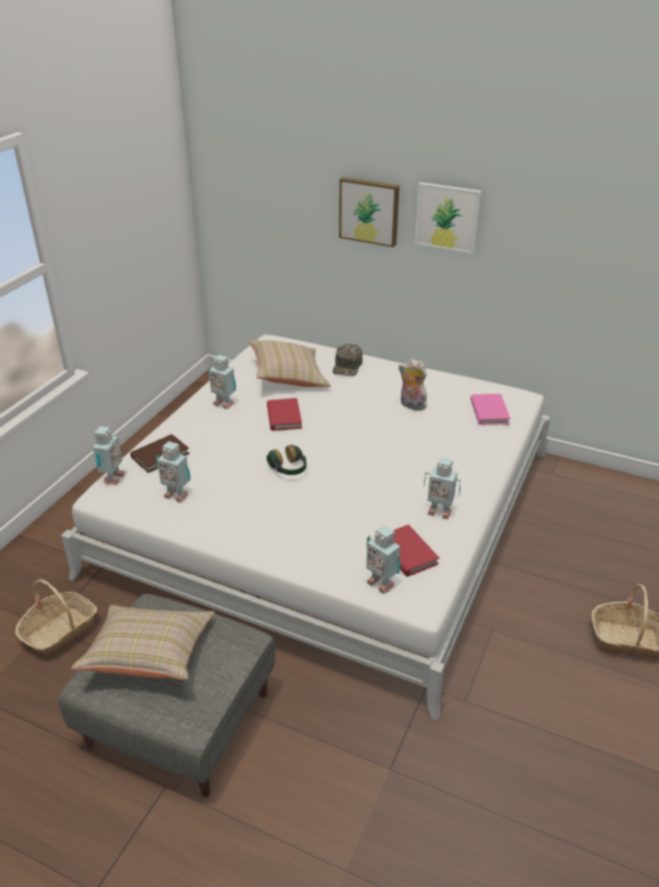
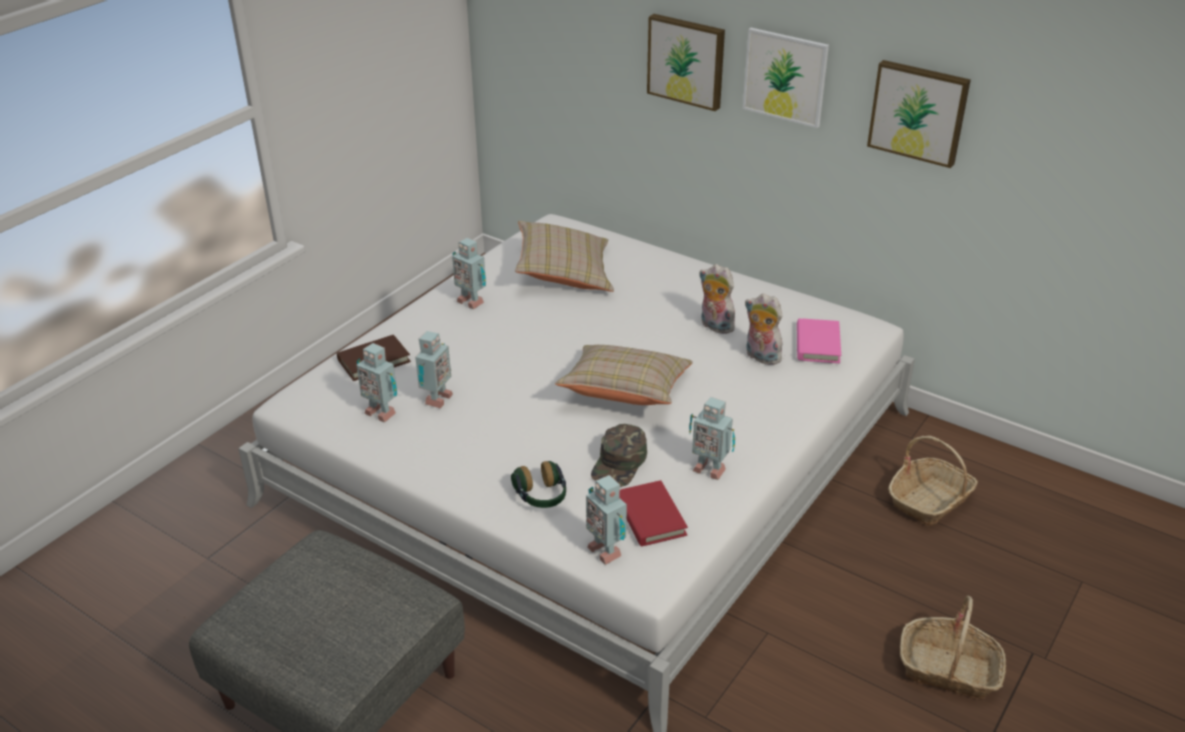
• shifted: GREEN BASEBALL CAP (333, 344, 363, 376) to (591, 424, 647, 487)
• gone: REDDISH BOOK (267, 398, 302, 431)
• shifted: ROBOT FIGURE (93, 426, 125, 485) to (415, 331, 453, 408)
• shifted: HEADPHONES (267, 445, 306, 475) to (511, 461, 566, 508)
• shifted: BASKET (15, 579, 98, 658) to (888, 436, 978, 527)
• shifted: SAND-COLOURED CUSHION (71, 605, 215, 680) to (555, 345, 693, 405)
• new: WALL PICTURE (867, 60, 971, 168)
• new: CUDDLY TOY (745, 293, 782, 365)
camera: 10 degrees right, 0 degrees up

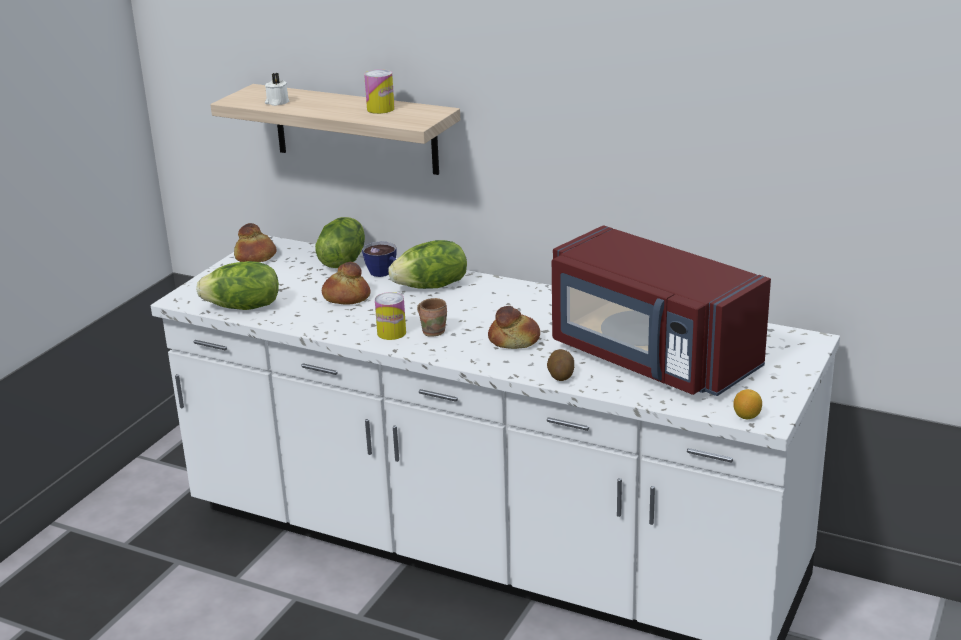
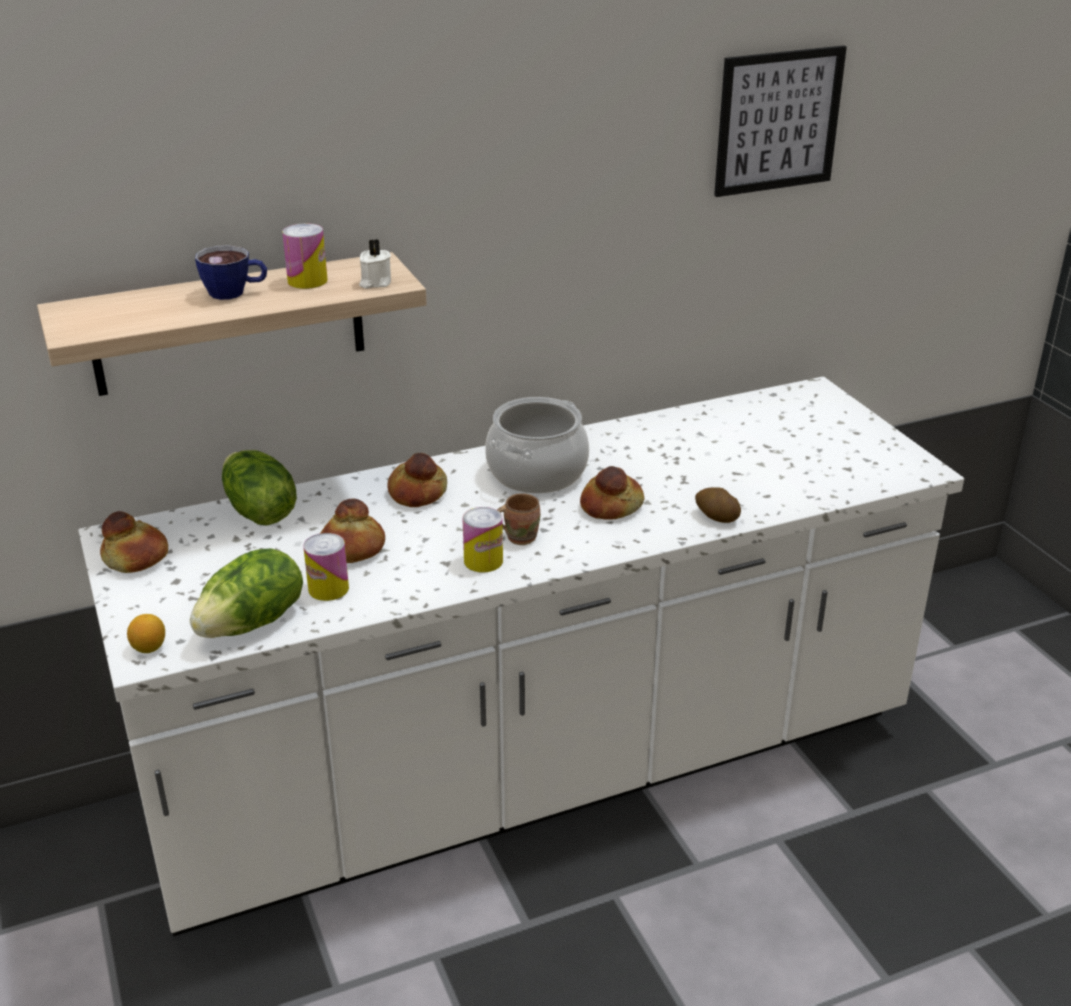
• shifted: WHITE CANDLE (265, 73, 289, 106) to (359, 239, 391, 289)
• gone: REDDISH KITCHEN MICROWAVE (552, 225, 771, 396)
• swapped: LETTUCE (388, 240, 467, 289) to BREAD (387, 453, 448, 507)
• shifted: CUP (362, 241, 397, 277) to (195, 245, 267, 300)
• shifted: LEMON (733, 389, 762, 419) to (127, 614, 165, 653)
• new: WALL PICTURE (714, 45, 847, 197)
• new: SAUCEPOT (485, 397, 589, 494)
• new: CAN (303, 533, 349, 601)
camera: 50 degrees left, 5 degrees up

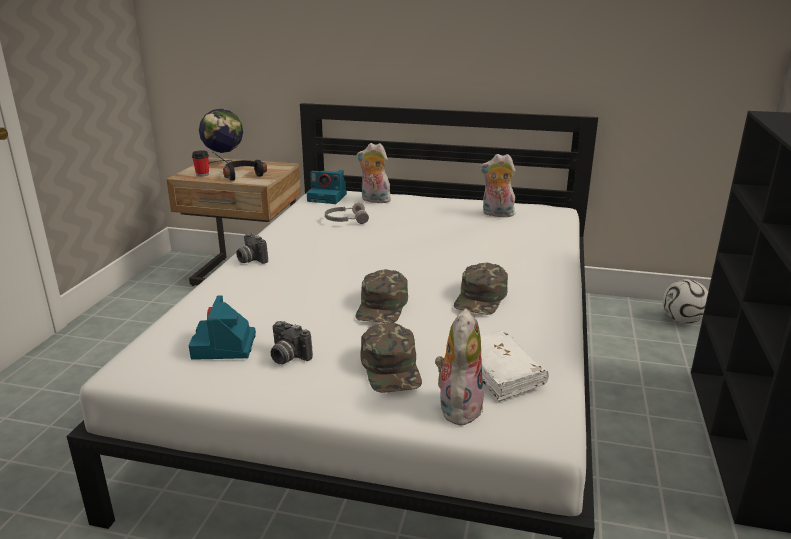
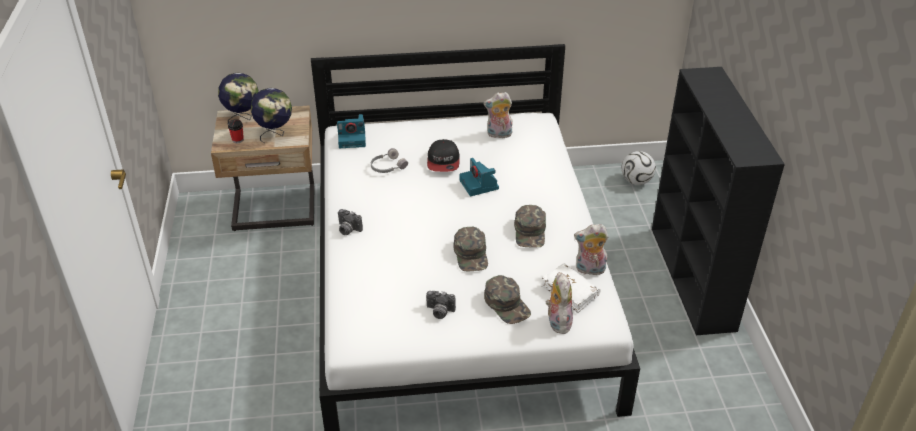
• shifted: CUDDLY TOY (357, 143, 391, 203) to (574, 224, 609, 275)
• swapped: BLACK HEADPHONES (223, 160, 267, 181) to WORLD GLOBE (251, 88, 292, 143)
• shifted: PHOTO CAMERA (189, 295, 256, 360) to (460, 158, 499, 196)
• new: BASEBALL CAP (427, 139, 460, 172)
camera: 20 degrees left, 15 degrees up

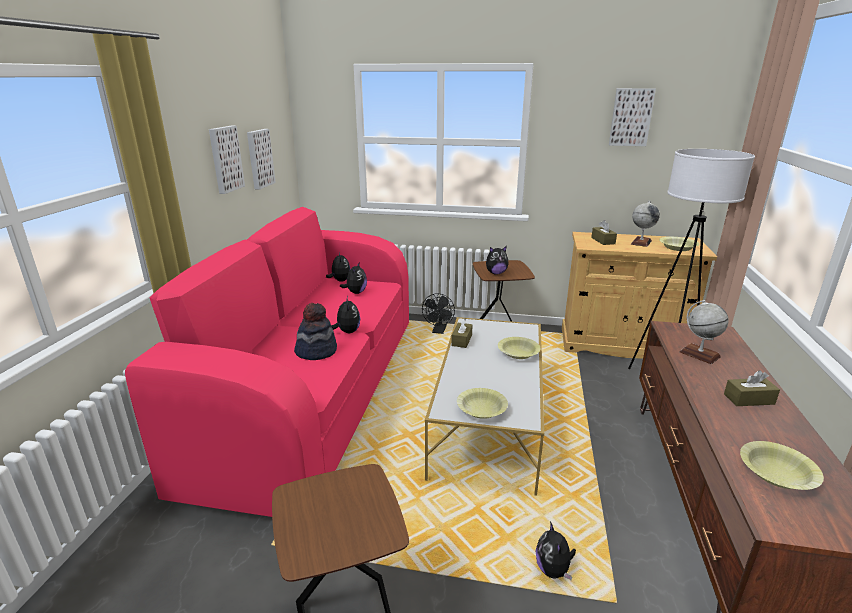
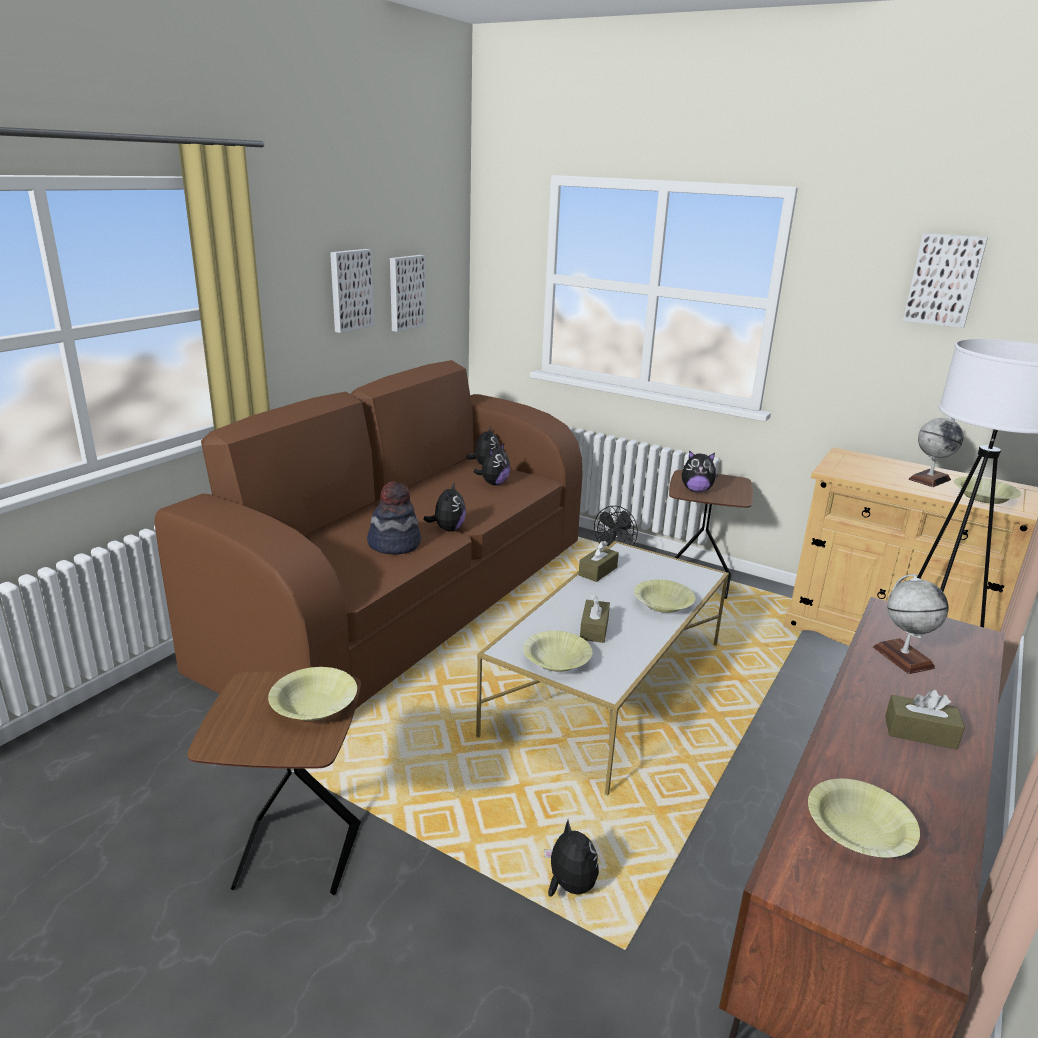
• repainted: PINKISH COUCH (125, 207, 409, 517) to BROWN-COLOURED COUCH (154, 360, 583, 708)
• shifted: BROWN-COLOURED TISSUE BOX (591, 220, 617, 245) to (580, 594, 610, 643)
• rotated: CUDDLY TOY (535, 521, 576, 580) = (544, 820, 599, 897) 135 degrees clockwise
• new: YELLOWISH DEEP DISH (268, 667, 357, 721)
camera: 20 degrees right, 0 degrees up

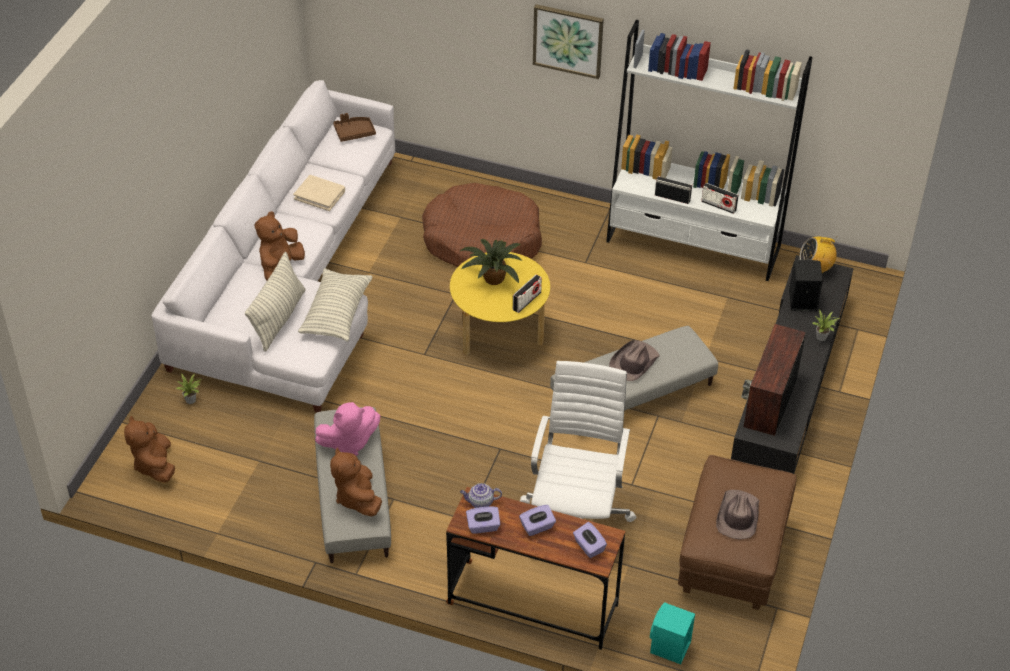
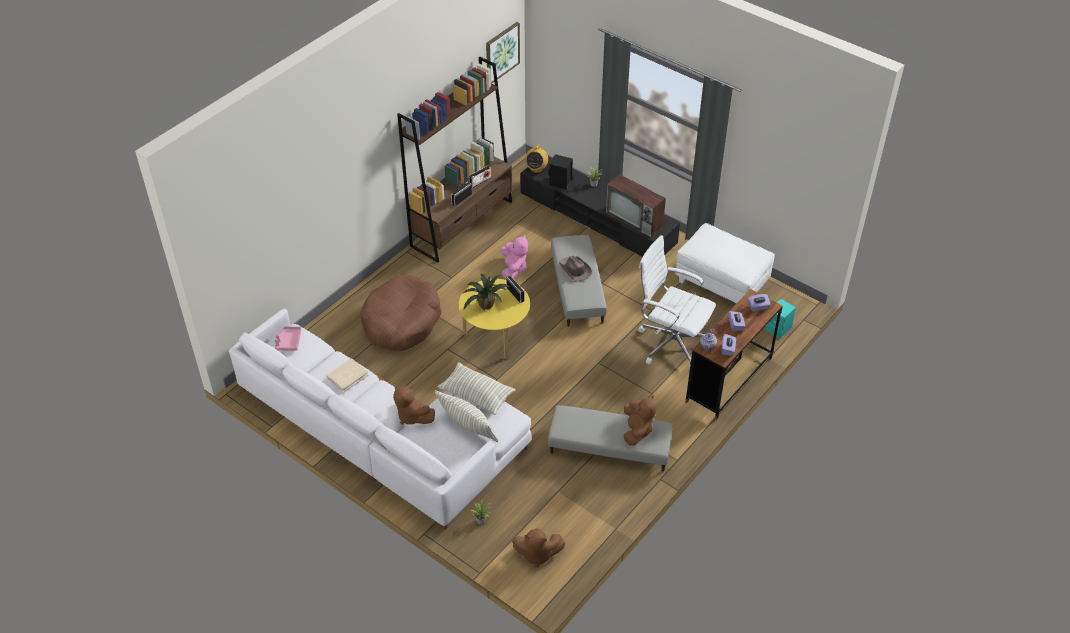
• shifted: WALL PICTURE (533, 4, 604, 79) to (486, 22, 520, 84)
• repainted: WHITE SHELVING UNIT (606, 20, 813, 281) to BROWN-COLOURED SHELVING UNIT (397, 57, 512, 263)
• repainted: BROWN-COLOURED TRAY (333, 113, 376, 142) to PINKISH TRAY (275, 327, 302, 351)
• shifted: PINKISH CUDDLY TOY (315, 402, 380, 456) to (501, 234, 528, 279)
• rotated: BROWN-COLOURED CUDDLY TOY (330, 447, 382, 517) = (623, 395, 656, 446) 90 degrees counterclockwise
• repainted: BROWN-COLOURED FOOTREST (678, 455, 797, 610) to WHITE FOOTREST (676, 223, 775, 303)
• gone: BROWN-COLOURED WEARABLE HAT (716, 490, 759, 539)
camera: 70 degrees left, 0 degrees up

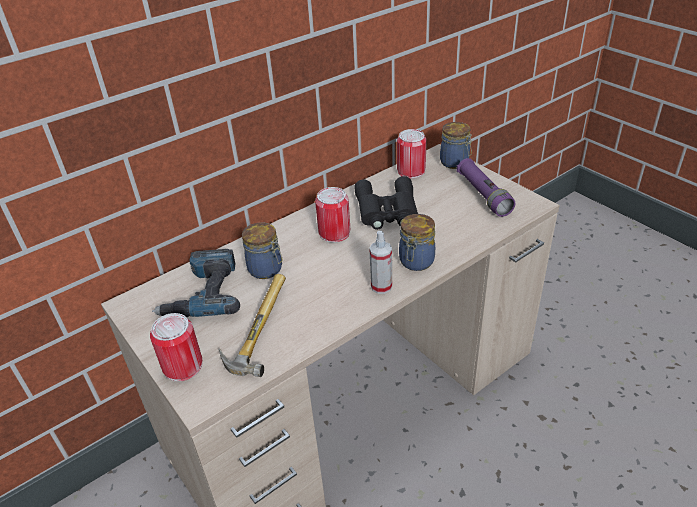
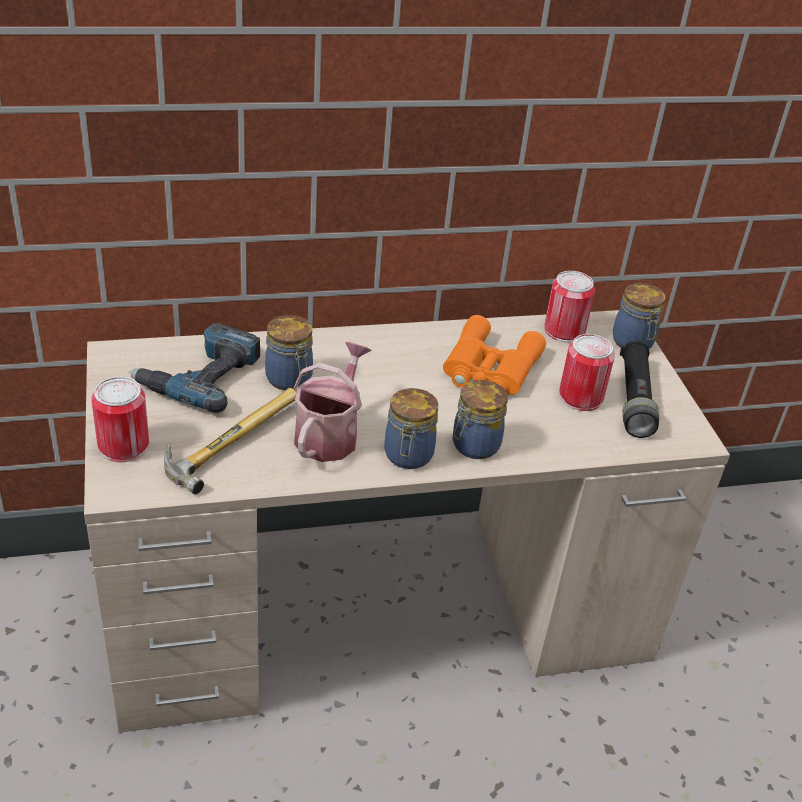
• repainted: PURPLE-COLOURED HAND TORCH (456, 158, 516, 217) to BLACK HAND TORCH (620, 340, 659, 438)
• repainted: BLACK PAIR OF BINOCULARS (354, 176, 418, 230) to ORANGE-COLOURED PAIR OF BINOCULARS (443, 315, 546, 395)
• shifted: CAN (315, 187, 350, 243) to (559, 334, 615, 411)
• swapped: SPRAYER (369, 231, 392, 294) to STORAGE JAR (384, 388, 438, 469)
• new: WATERING CAN (294, 342, 372, 462)
camera: 20 degrees right, 0 degrees up

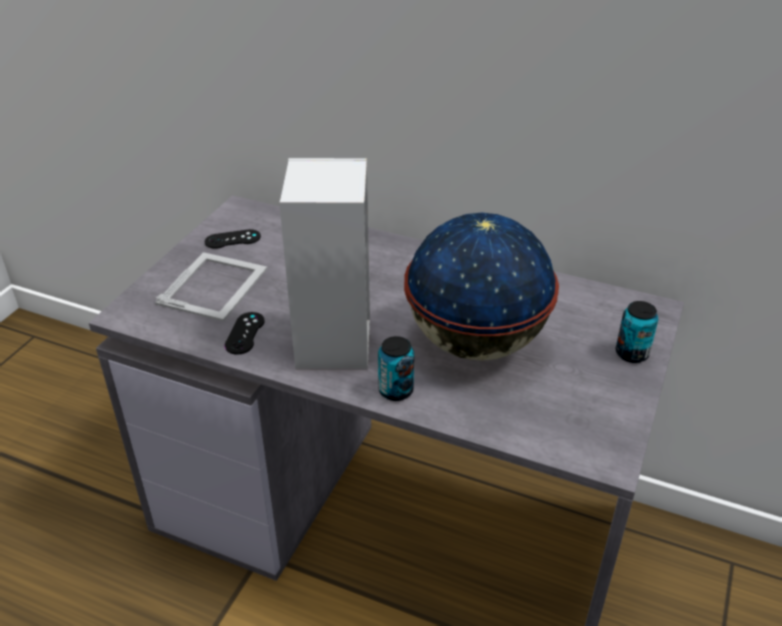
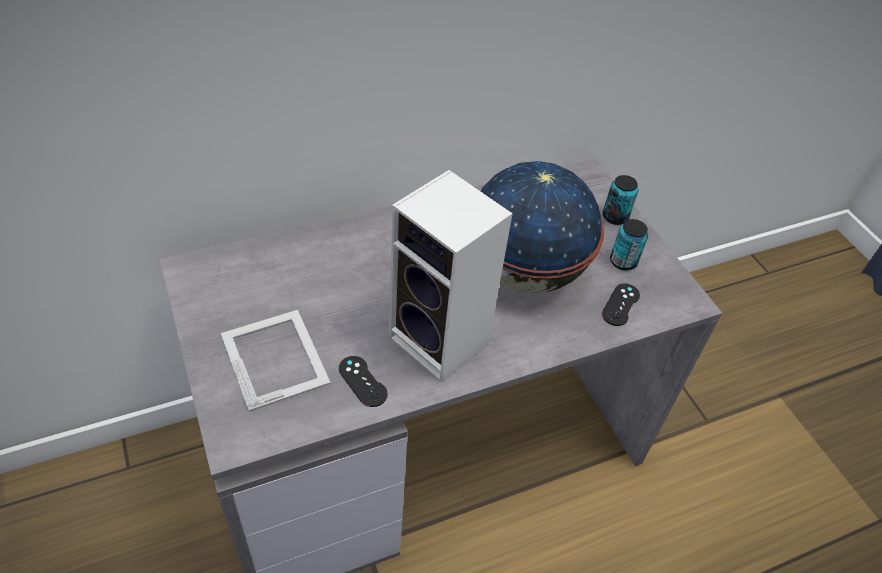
• shifted: BLACK GAME CONTROLLER (205, 229, 261, 249) to (602, 283, 640, 326)
• shifted: CAN (378, 336, 414, 401) to (610, 219, 648, 271)
camera: 50 degrees left, 10 degrees up

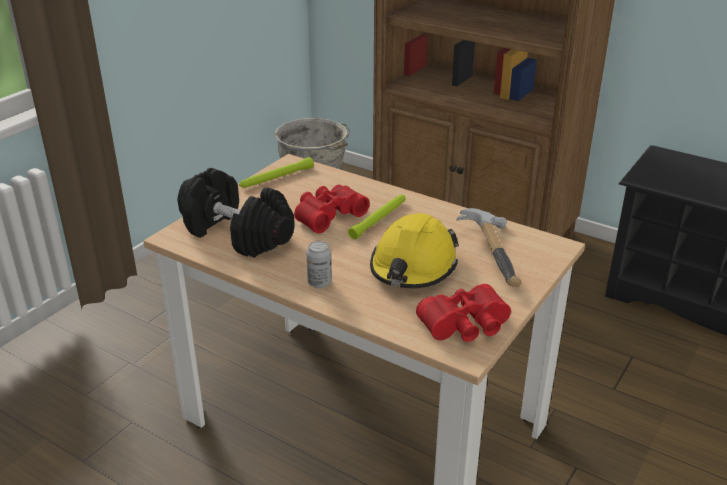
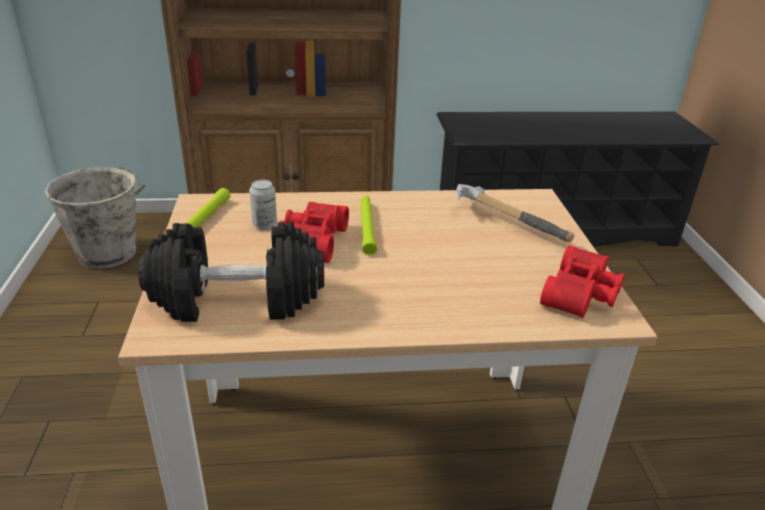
• gone: YELLOWISH WORK HELMET (370, 213, 459, 288)
• shifted: CAN (306, 241, 332, 288) to (249, 180, 277, 230)
camera: 40 degrees left, 0 degrees up

